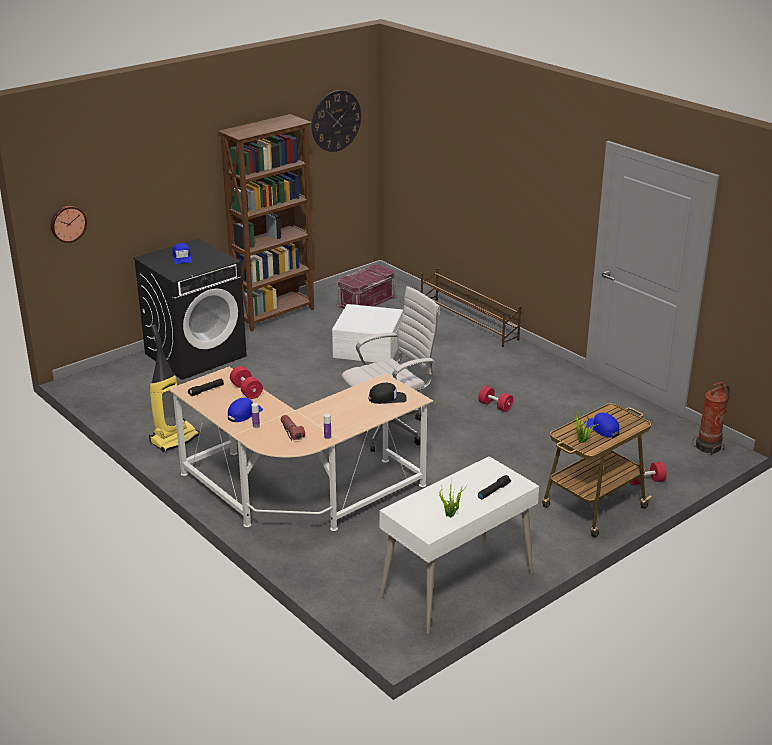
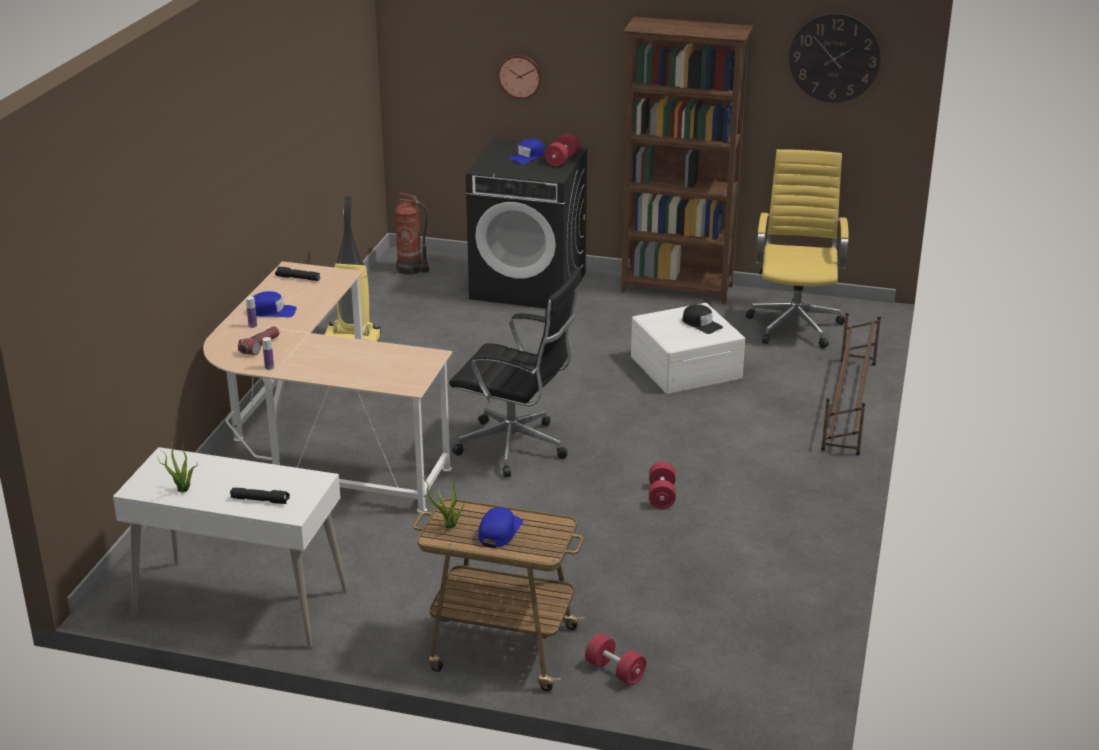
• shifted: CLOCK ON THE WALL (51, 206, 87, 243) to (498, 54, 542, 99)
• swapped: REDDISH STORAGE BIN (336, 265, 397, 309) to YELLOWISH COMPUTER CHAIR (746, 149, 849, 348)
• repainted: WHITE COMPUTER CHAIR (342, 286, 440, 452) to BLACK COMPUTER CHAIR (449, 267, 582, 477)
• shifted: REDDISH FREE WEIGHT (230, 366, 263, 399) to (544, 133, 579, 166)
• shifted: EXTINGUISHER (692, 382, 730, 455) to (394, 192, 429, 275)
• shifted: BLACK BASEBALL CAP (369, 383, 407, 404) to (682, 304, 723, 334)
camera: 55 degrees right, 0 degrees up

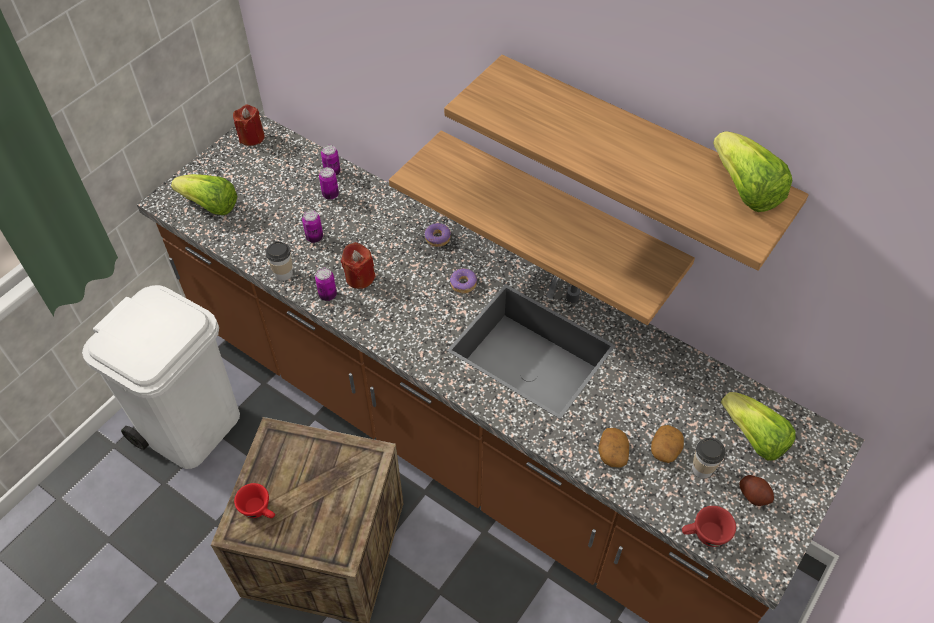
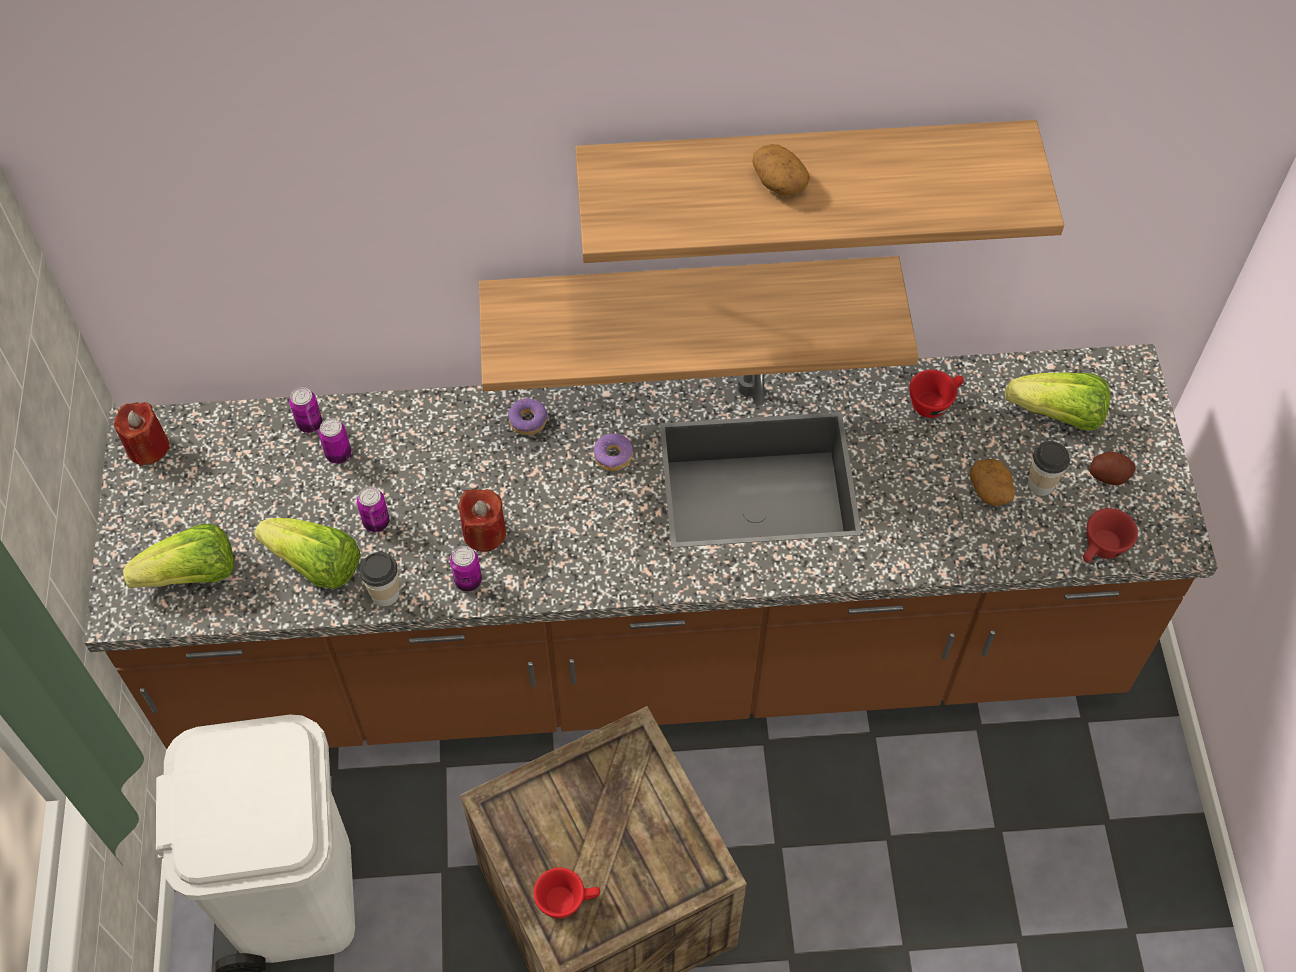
• shifted: LETTUCE (713, 131, 792, 212) to (254, 518, 361, 589)
• shifted: SPUD (598, 428, 629, 468) to (752, 144, 810, 196)
• new: REDDISH CUP (909, 370, 964, 418)
camera: 40 degrees left, 5 degrees up

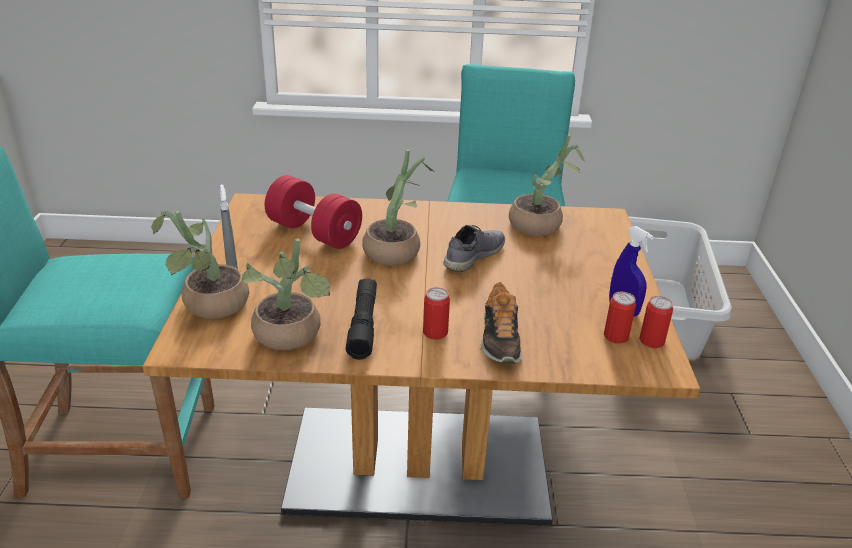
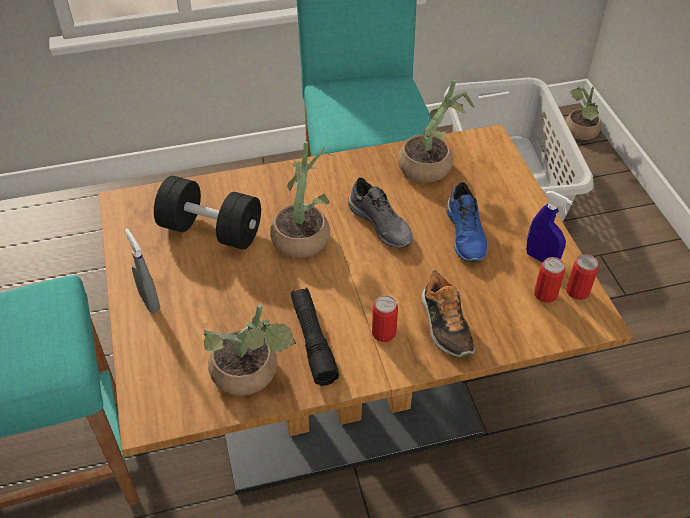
• repainted: REDDISH FREE WEIGHT (265, 175, 362, 249) to BLACK FREE WEIGHT (154, 176, 261, 250)
• shifted: POTTED PLANT (151, 211, 249, 318) to (565, 86, 602, 140)
• rotated: GRAY LOW SHOE (444, 225, 505, 272) = (348, 177, 413, 248) 120 degrees clockwise
• new: BLUE-COLOURED LOW SHOE (446, 182, 488, 262)
camera: 15 degrees left, 15 degrees up

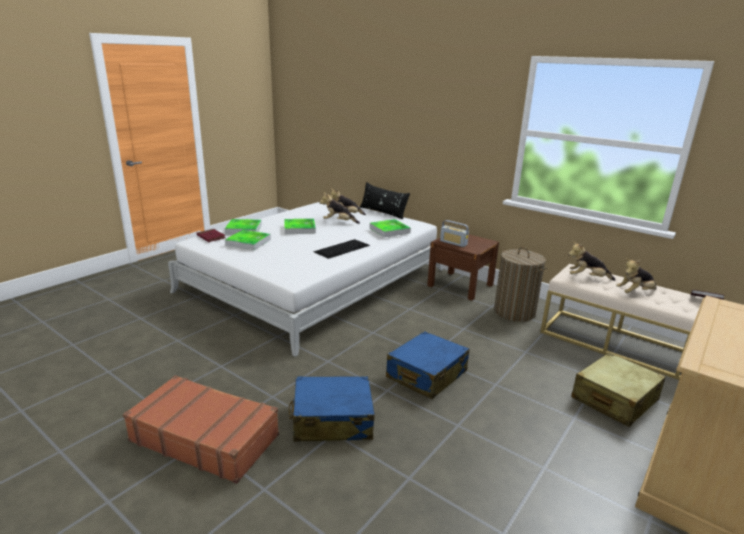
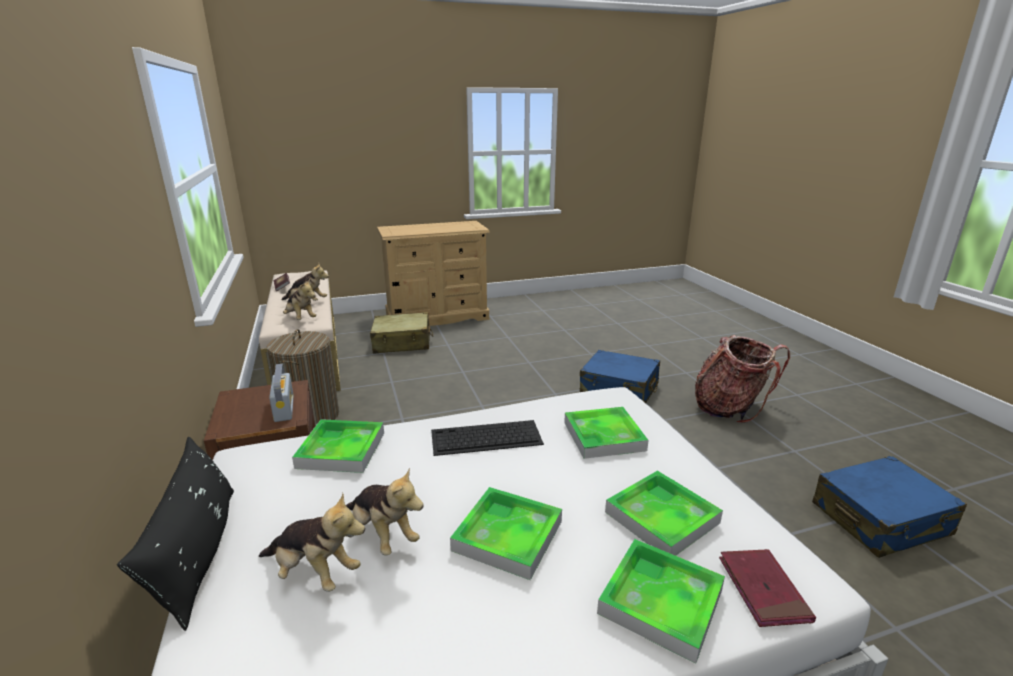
• shifted: BLUE-COLOURED TRAVEL CASE (386, 331, 469, 399) to (812, 456, 967, 558)
• swapped: BROWN-COLOURED TRAVEL CASE (123, 375, 279, 484) to BACKPACK (695, 335, 790, 423)
• new: TRAY (564, 407, 649, 459)
camera: 145 degrees left, 0 degrees up

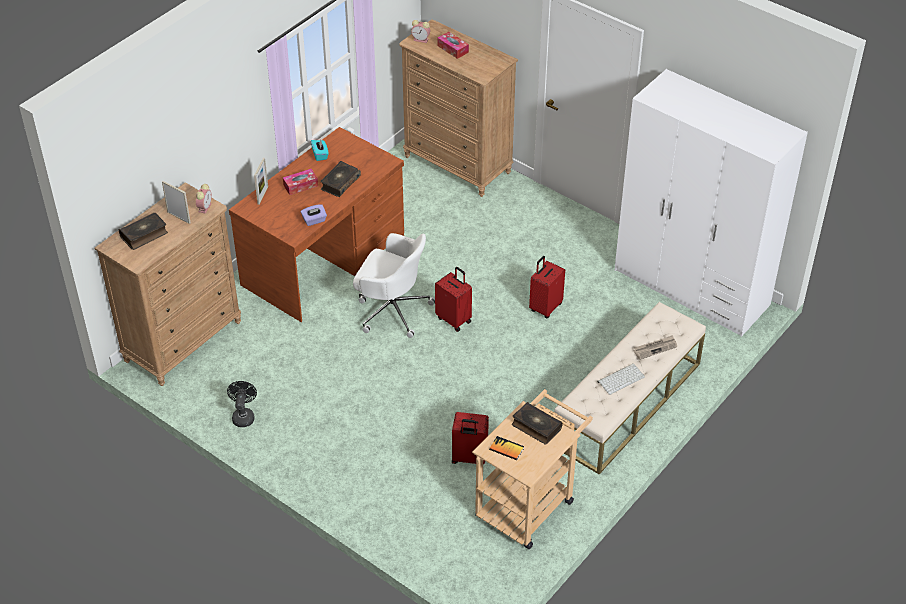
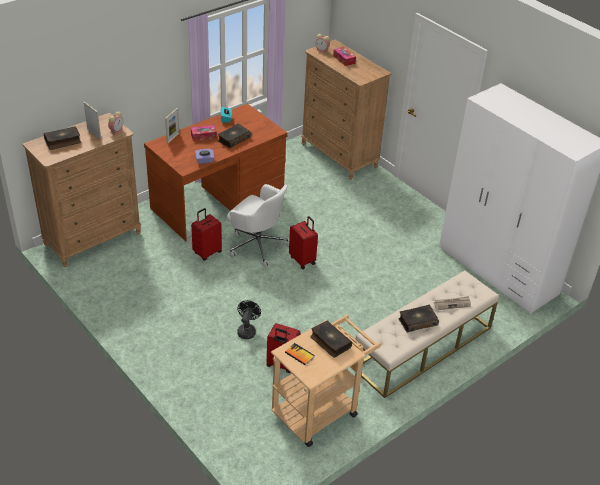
• shifted: REDDISH TRAVEL CASE (529, 256, 565, 318) to (191, 208, 222, 260)
• swapped: KEYBOARD (597, 363, 645, 395) to BOOK (398, 305, 439, 332)
• shifted: BLACK COOLING FAN (227, 381, 257, 427) to (237, 300, 261, 339)
camera: 10 degrees right, 5 degrees down

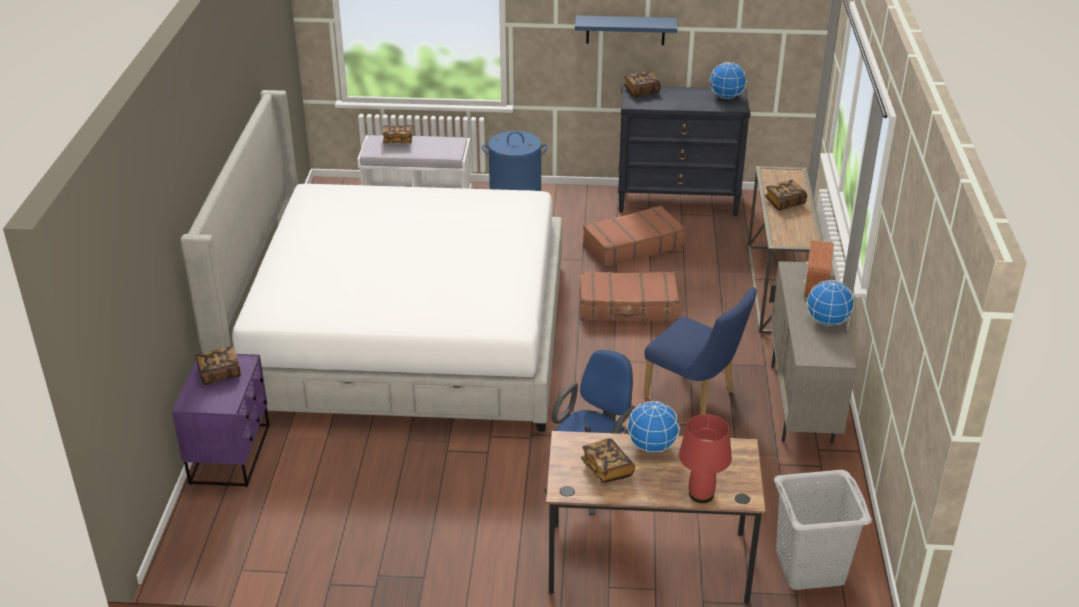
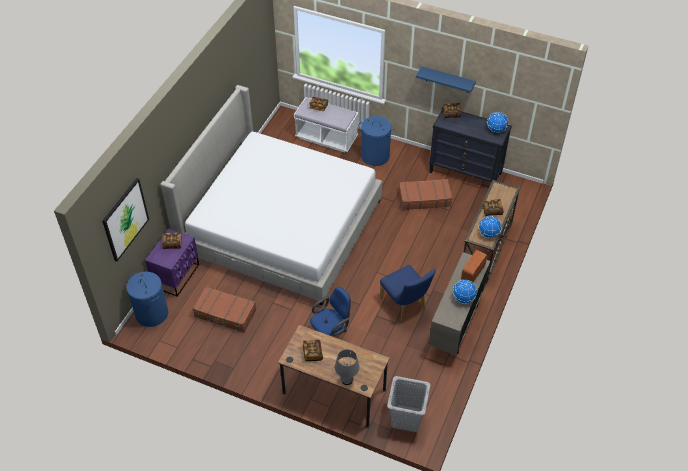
• shifted: BROWN-COLOURED TRAVEL CASE (580, 271, 679, 321) to (193, 286, 256, 333)
• shifted: WORLD GLOBE (627, 401, 680, 453) to (479, 216, 502, 238)
• repainted: REDDISH TABLETOP LAMP (679, 414, 732, 503) to GRAY TABLETOP LAMP (335, 349, 360, 385)
• new: WALL PICTURE (102, 178, 149, 262)
• new: BLUE-COLOURED WASHING BASKET (126, 272, 168, 327)
camera: 20 degrees right, 15 degrees up

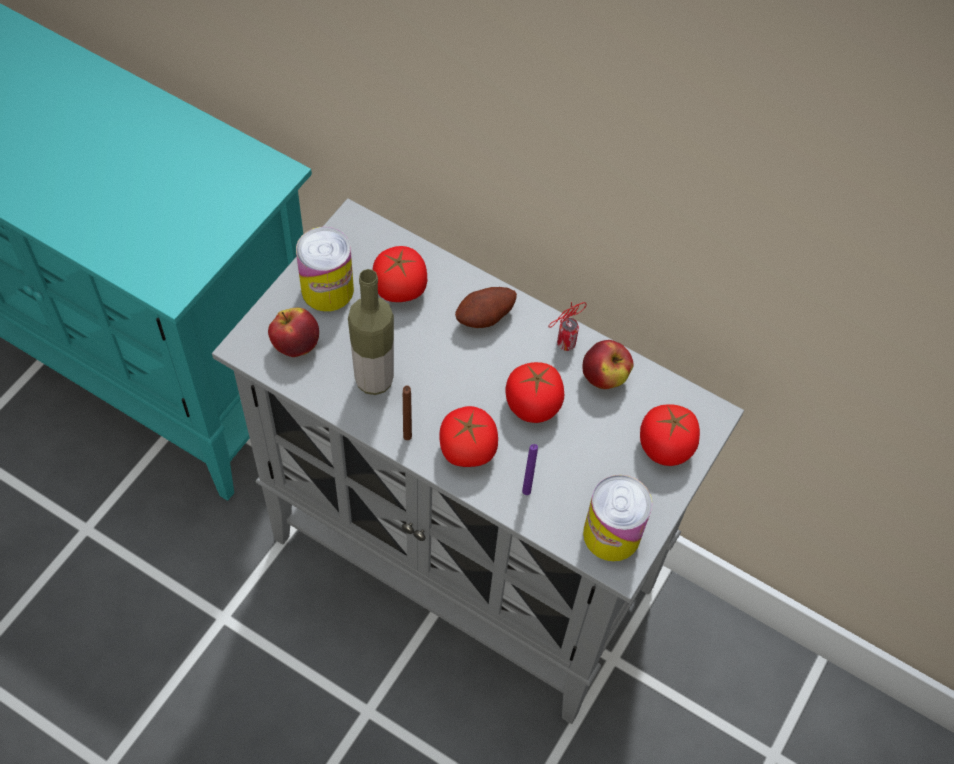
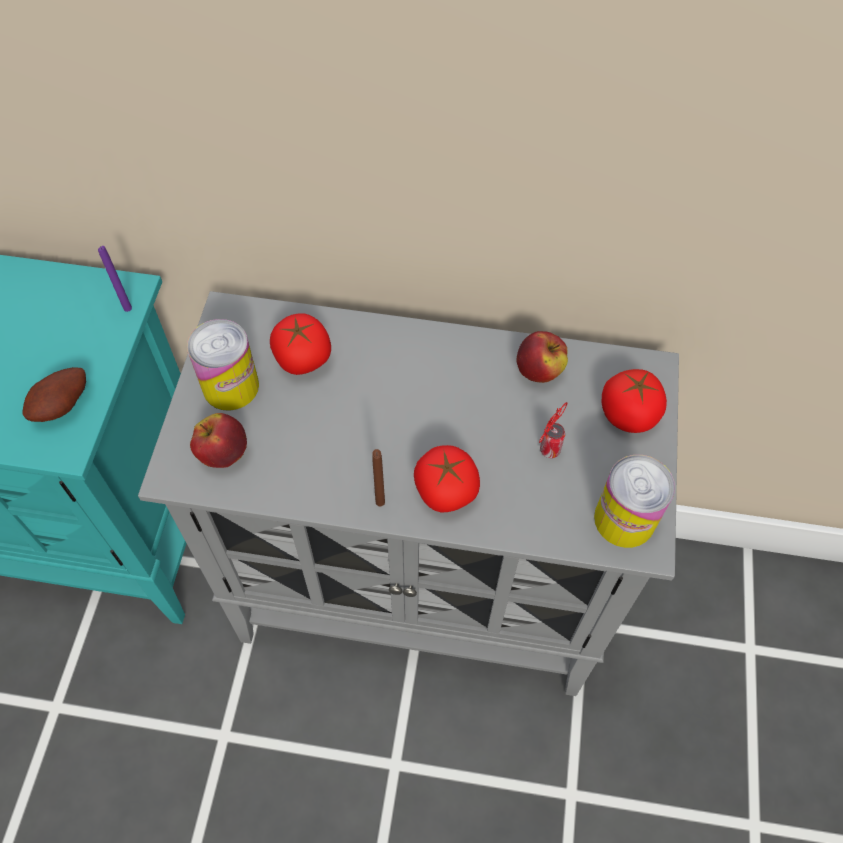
• gone: BEVERAGE BOTTLE (348, 269, 394, 395)
• shifted: SPUD (455, 287, 517, 328) to (23, 367, 86, 422)
• shifted: CAN (548, 302, 587, 351) to (539, 402, 567, 458)
• gone: FRESH TOMATO (505, 362, 564, 423)
• shifted: PURPLE-COLOURED CANDLE (522, 444, 538, 495) to (98, 246, 132, 312)
camera: 20 degrees left, 0 degrees up

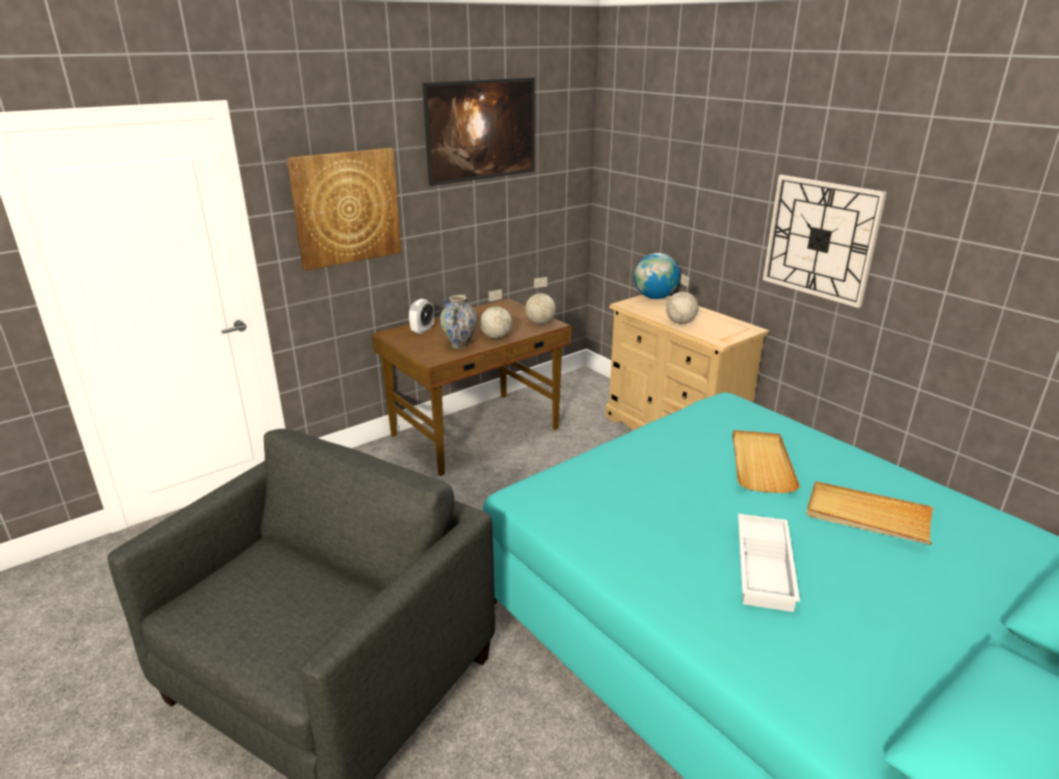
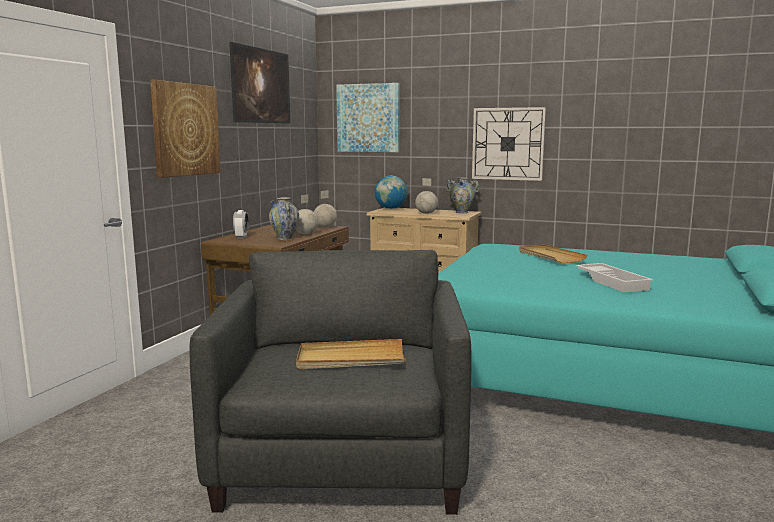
• shifted: SAND-COLOURED TRAY (806, 481, 933, 545) to (296, 339, 406, 369)
• new: WALL PICTURE (336, 83, 400, 152)
• new: VASE (446, 177, 479, 213)
camera: 30 degrees left, 15 degrees down

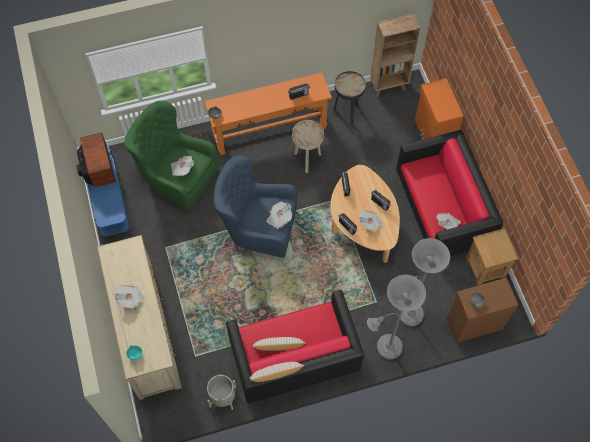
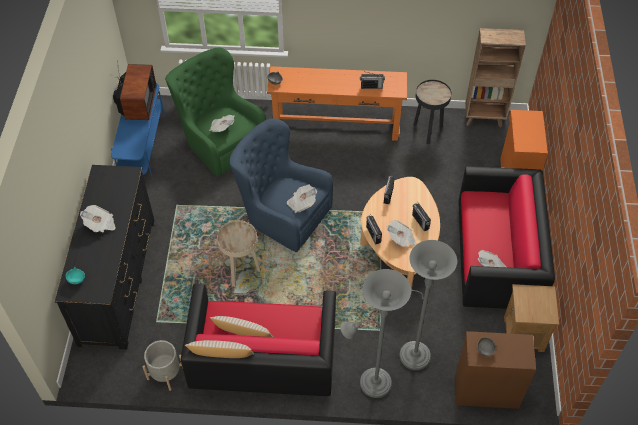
• shifted: SAND-COLOURED ACCENT TABLE (292, 120, 324, 173) to (217, 220, 260, 287)
• repainted: SAND-COLOURED DRESSER (97, 235, 182, 400) to BLACK DRESSER (54, 165, 154, 350)
camera: 20 degrees right, 10 degrees down

